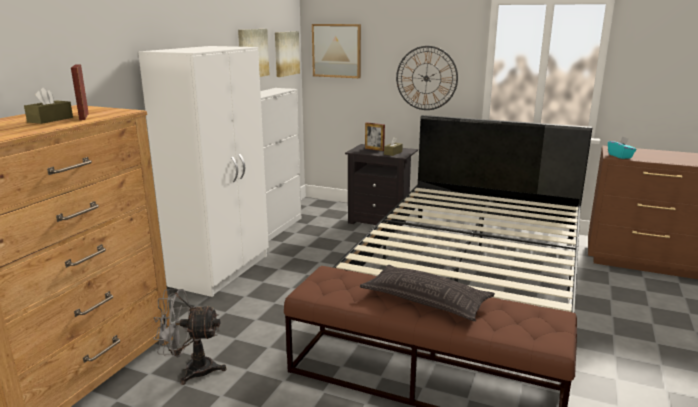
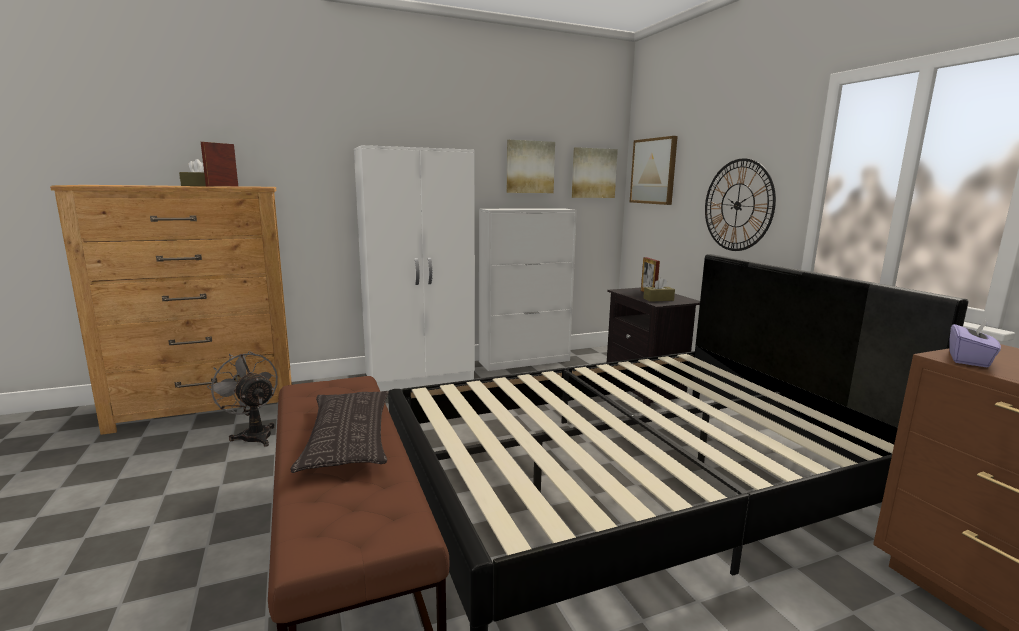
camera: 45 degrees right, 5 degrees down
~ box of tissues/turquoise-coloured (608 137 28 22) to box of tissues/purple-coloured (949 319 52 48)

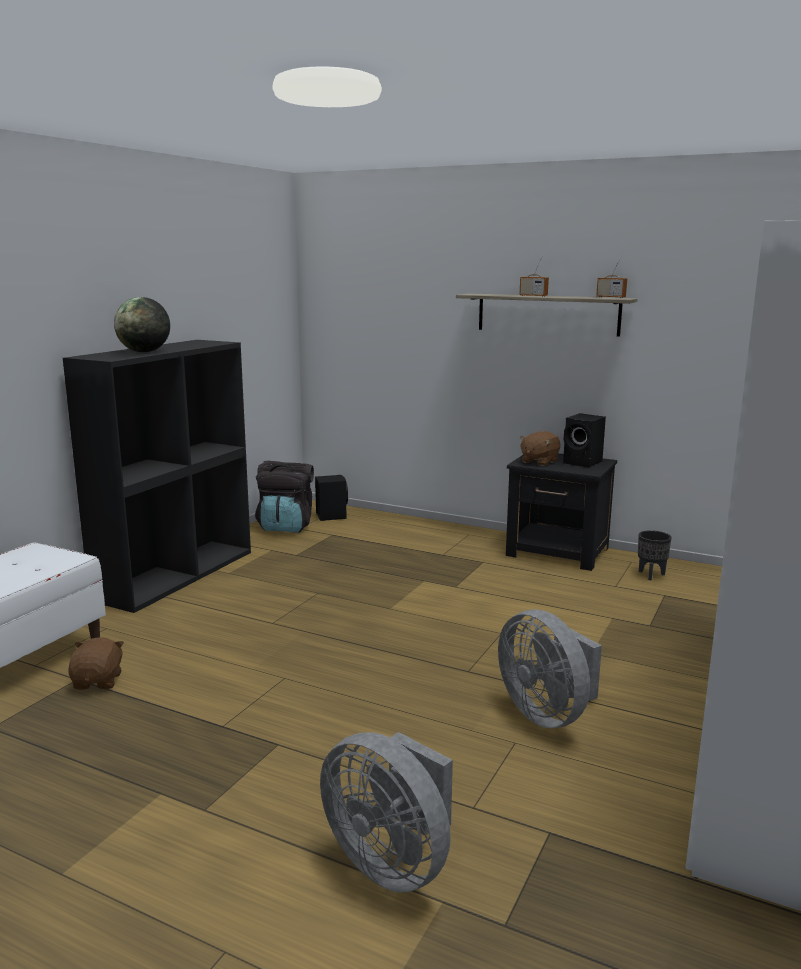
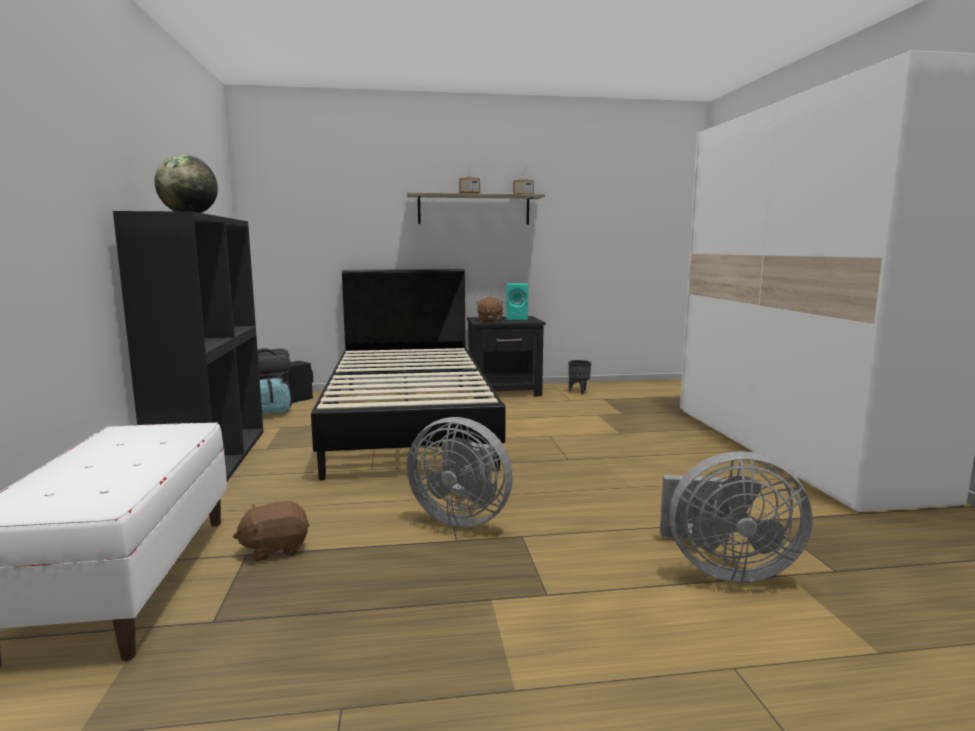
camera: 35 degrees left, 5 degrees down
~ audio speaker/black (563 413 43 54) to audio speaker/turquoise-coloured (506 283 22 37)
~ fan/gray (498 609 104 119) to (407 417 106 111)
~ plush toy/brownish (68 637 56 53) = (233 501 77 61) 75 degrees counterclockwise
+ sleeping bed/black (311 269 195 211)

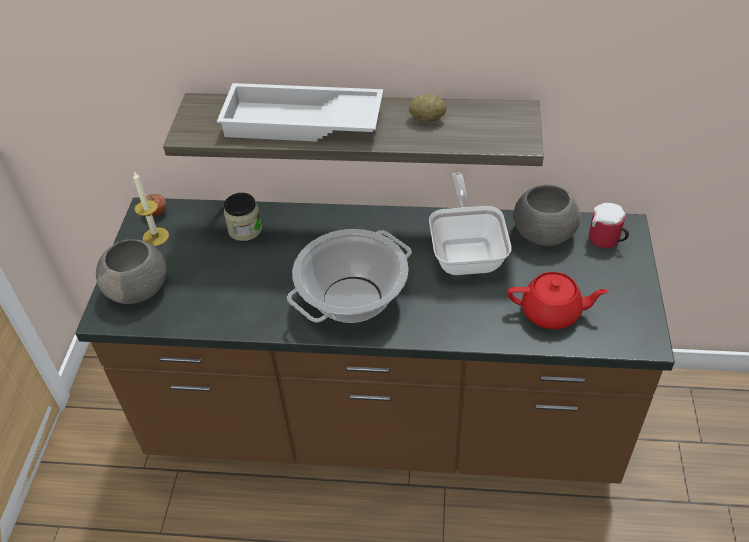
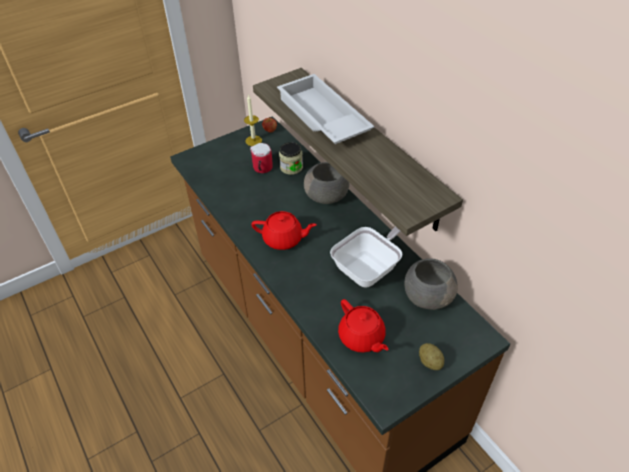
camera: 50 degrees right, 0 degrees up
~ whole potato (409 94 37 28) to (419 343 25 27)
~ coffee mug (589 203 40 45) to (250 143 23 30)
~ stockpot (287 229 125 94) to pot for tea/red (251 211 66 39)
~ deep dish/gray (96 239 71 65) to (304 162 45 42)

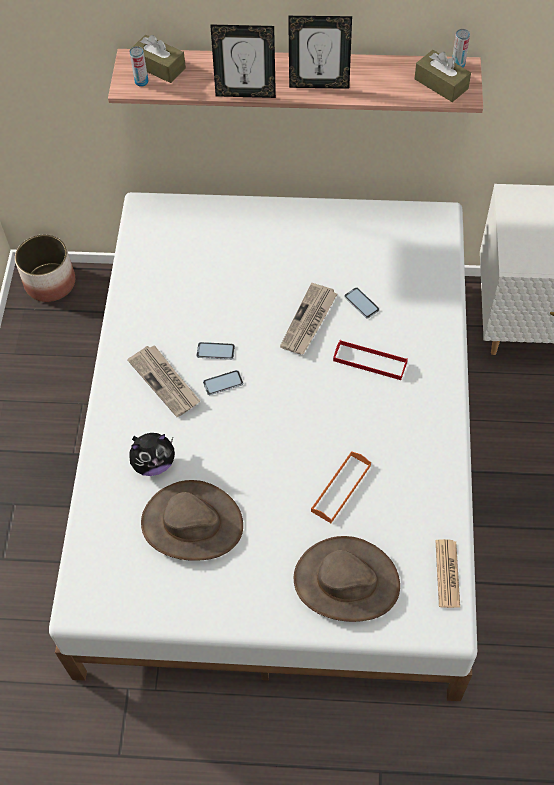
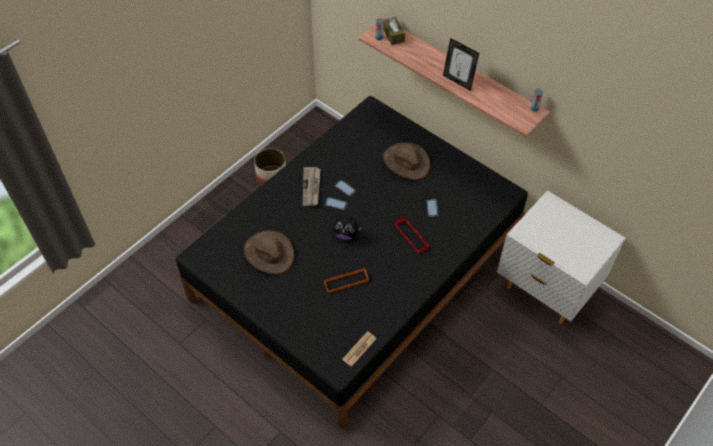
camera: 35 degrees right, 5 degrees down
- picture frame (210 24 66 74)
- box of tissues/brownish (414 50 57 52)
~ sleeping bed/white (49 192 428 509) to sleeping bed/black (176 96 352 334)
~ plant pot (15 235 60 67) to (254 148 32 38)
- printed paper (280 283 57 71)
~ plush toy (130 433 45 43) to (334 216 28 24)
~ hat/brownish (293 536 107 86) to (383 142 48 38)

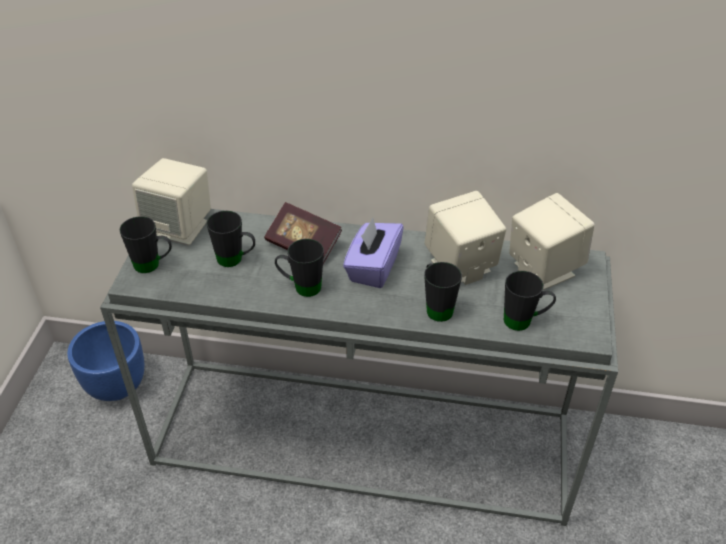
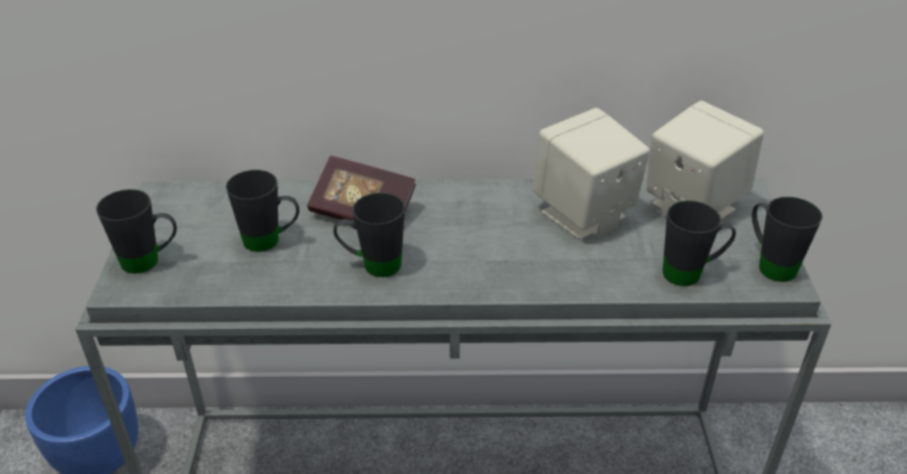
camera: 10 degrees left, 5 degrees down
- audio speaker/beige (132 158 79 88)
- box of tissues/purple-coloured (343 217 61 71)
~ coffee mug/black (424 262 38 60) to (752 197 70 85)

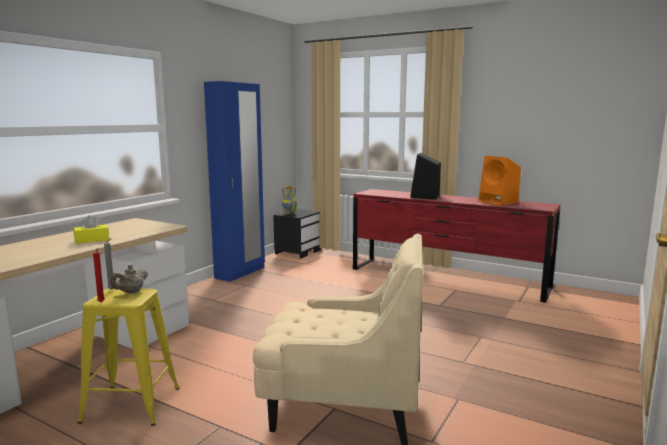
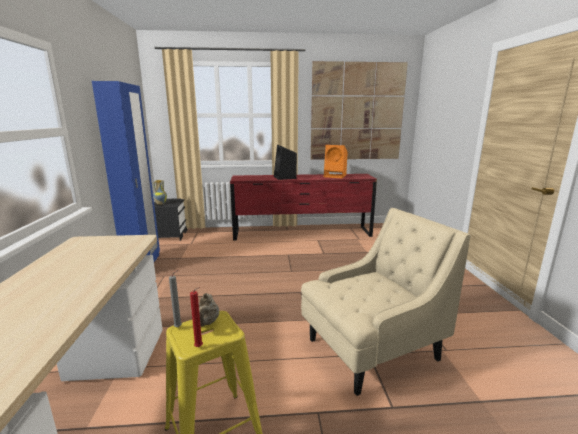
camera: 35 degrees left, 5 degrees up
- box of tissues/yellowish (73 215 36 29)
+ wall picture (311 61 97 99)

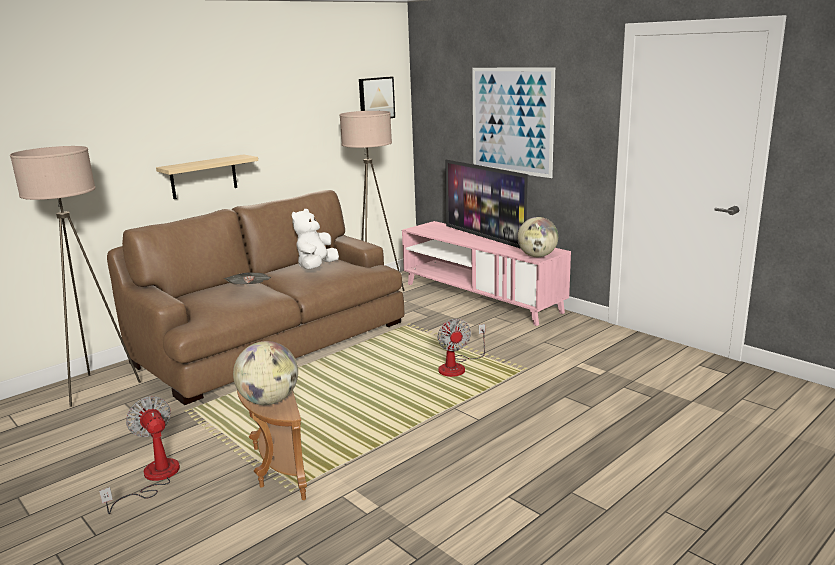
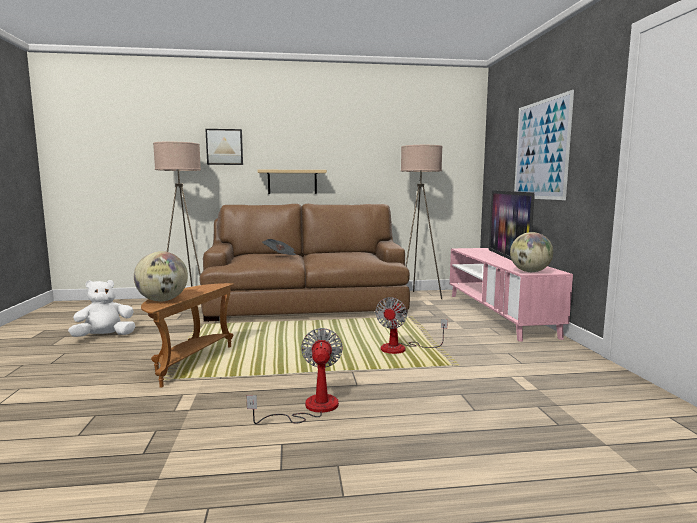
camera: 35 degrees right, 10 degrees down
~ wall picture (359 77 36 41) to (205 129 38 36)
~ plush toy/white (292 209 47 60) to (68 280 68 57)
~ fan (99 396 81 118) to (246 328 97 96)

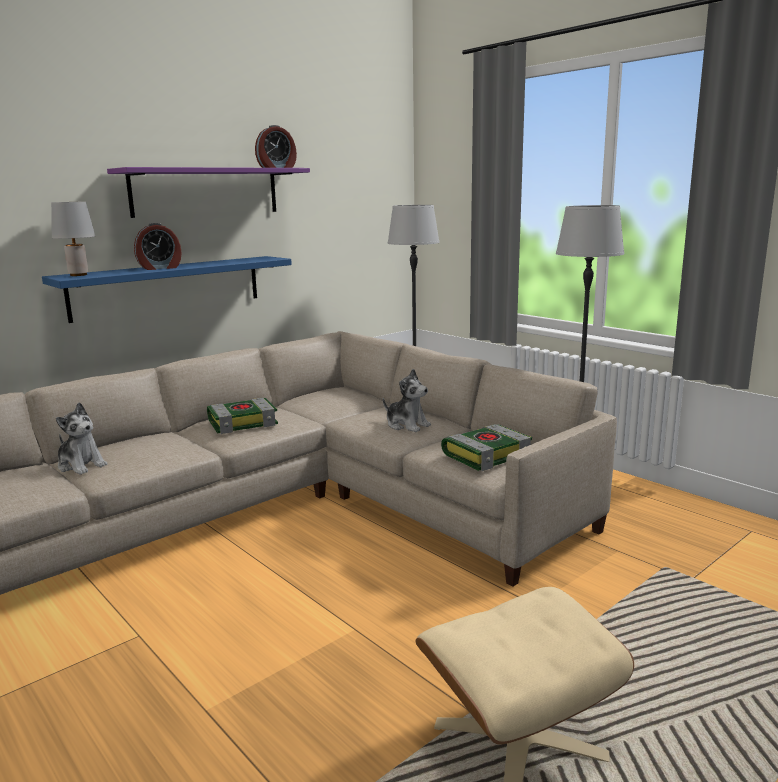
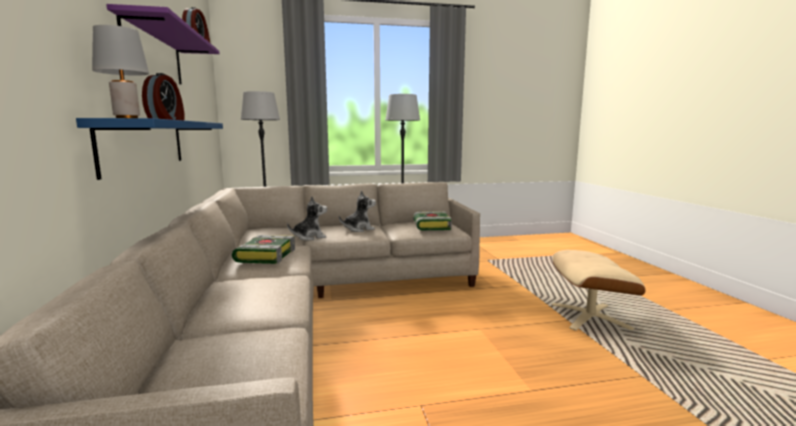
camera: 60 degrees left, 5 degrees down
~ plush toy (56 402 51 73) to (287 196 40 44)

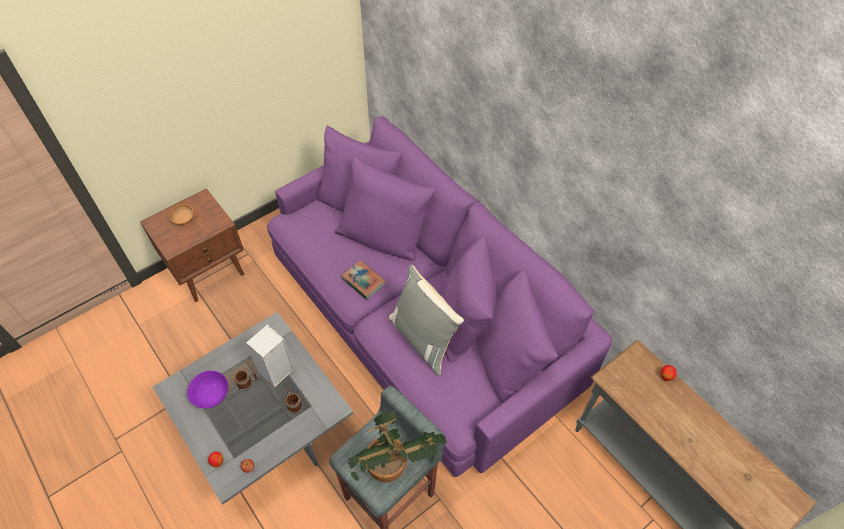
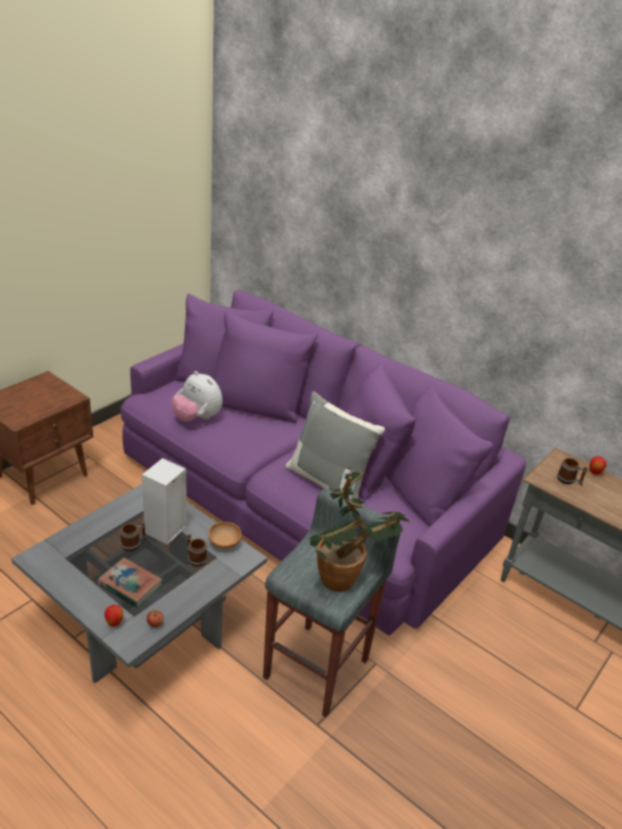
camera: 15 degrees left, 20 degrees down
~ deep dish/brownish (169 204 25 21) to (208 522 33 27)
~ book (341 260 45 39) to (98 557 64 51)
- deep dish/purple-coloured (187 371 42 37)
+ plush toy (171 371 52 51)
+ coffee mug (557 458 31 27)

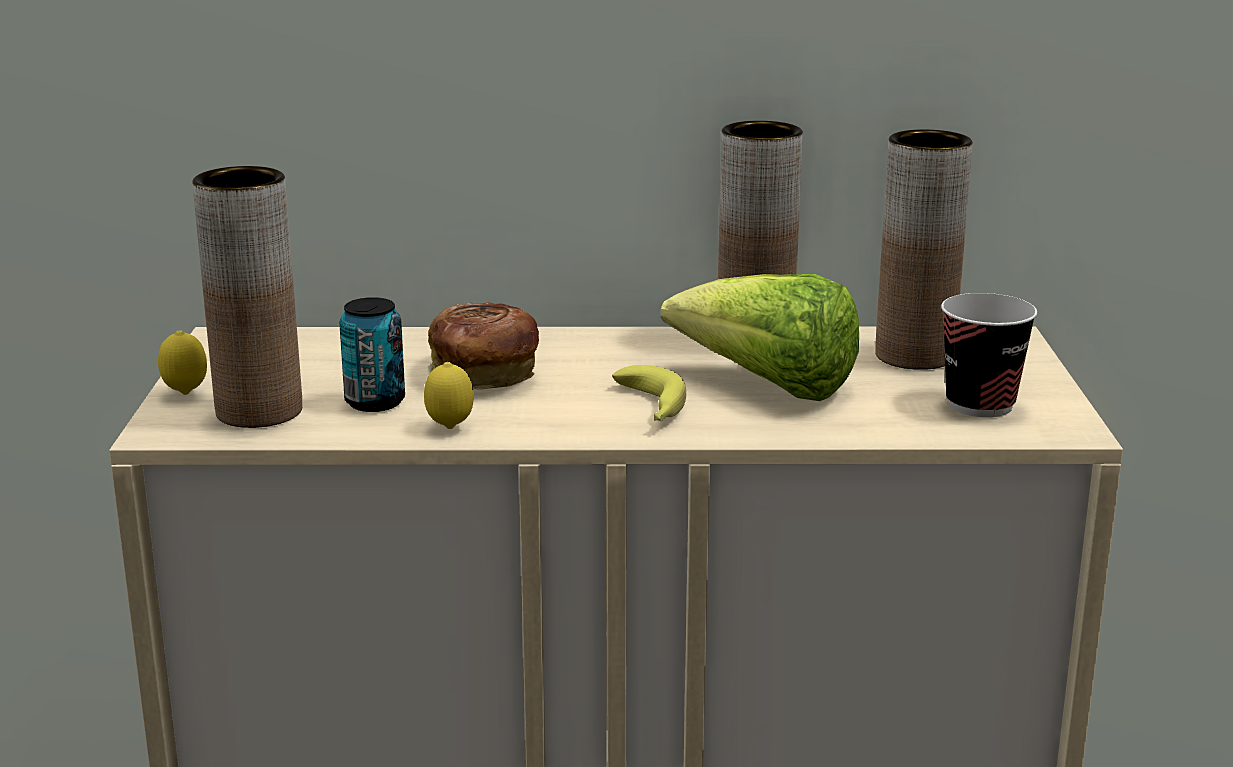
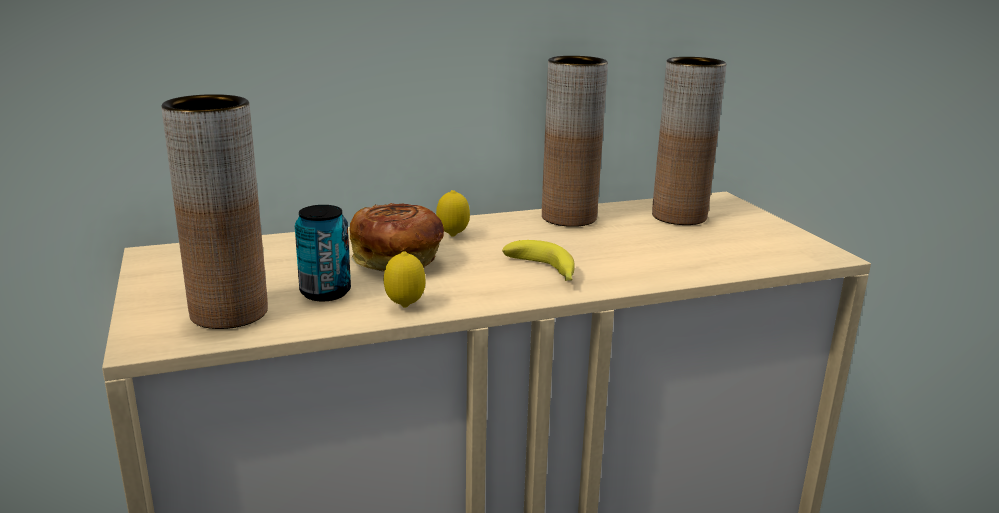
camera: 20 degrees left, 0 degrees up
- head of lettuce (661 274 198 127)
- cup (941 293 96 124)
~ lemon (158 330 49 65) to (436 190 34 47)

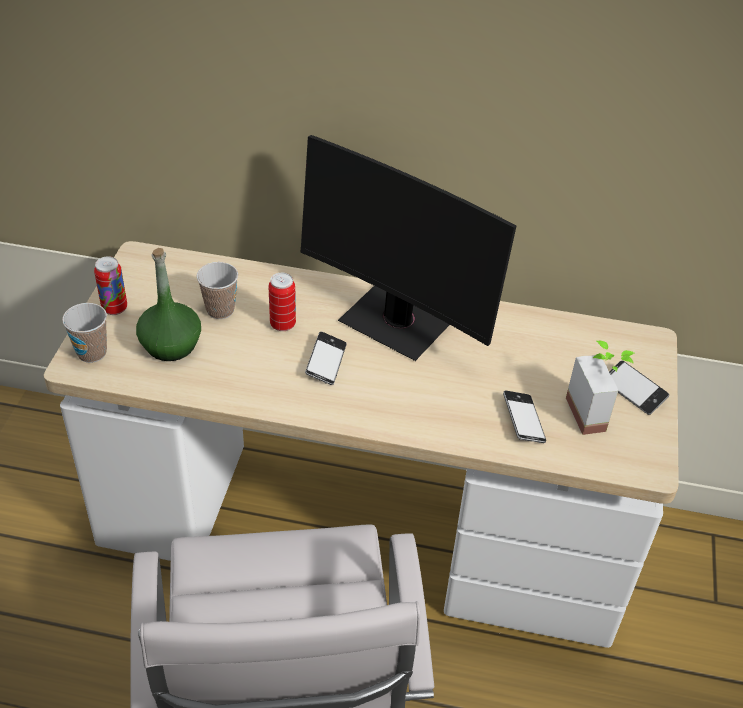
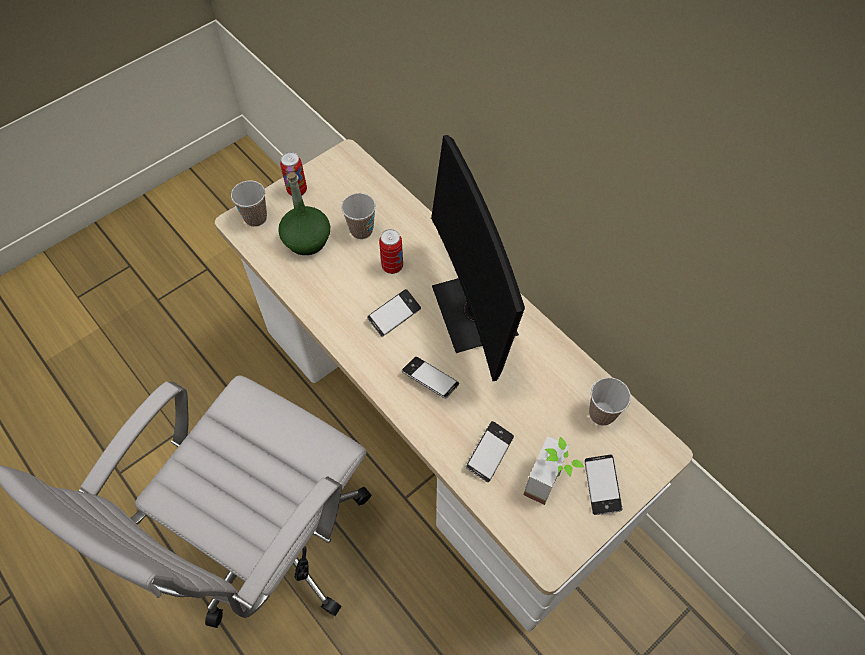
camera: 40 degrees right, 15 degrees up
+ handset (402 357 57 41)
+ cup (589 377 42 49)

